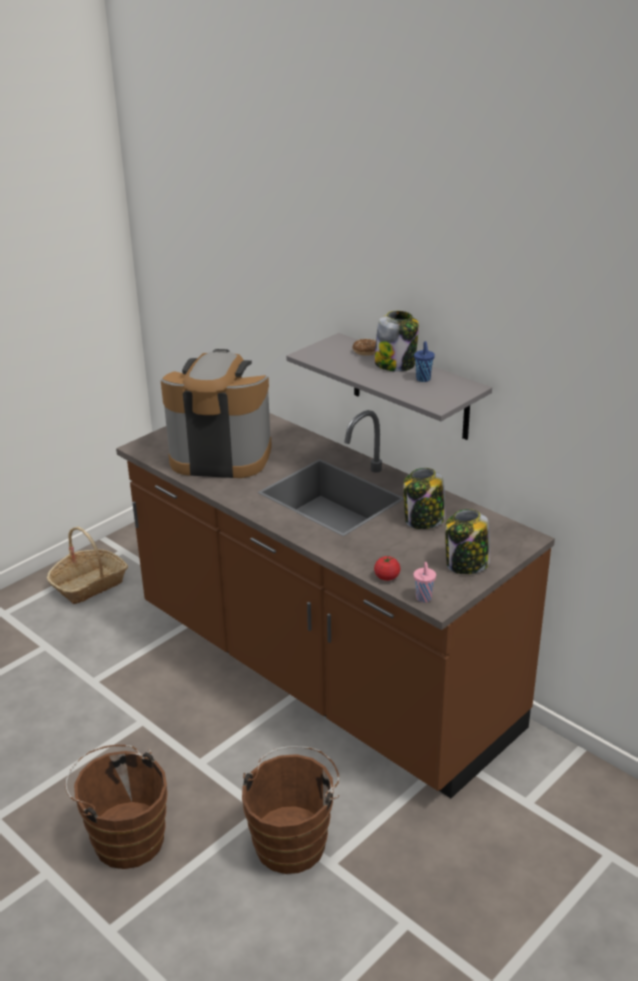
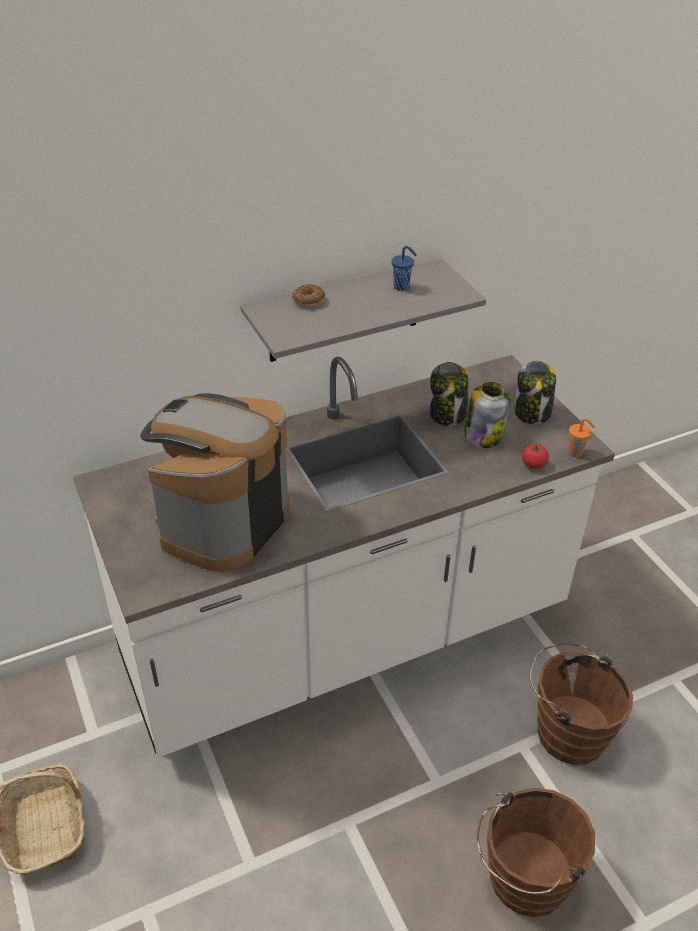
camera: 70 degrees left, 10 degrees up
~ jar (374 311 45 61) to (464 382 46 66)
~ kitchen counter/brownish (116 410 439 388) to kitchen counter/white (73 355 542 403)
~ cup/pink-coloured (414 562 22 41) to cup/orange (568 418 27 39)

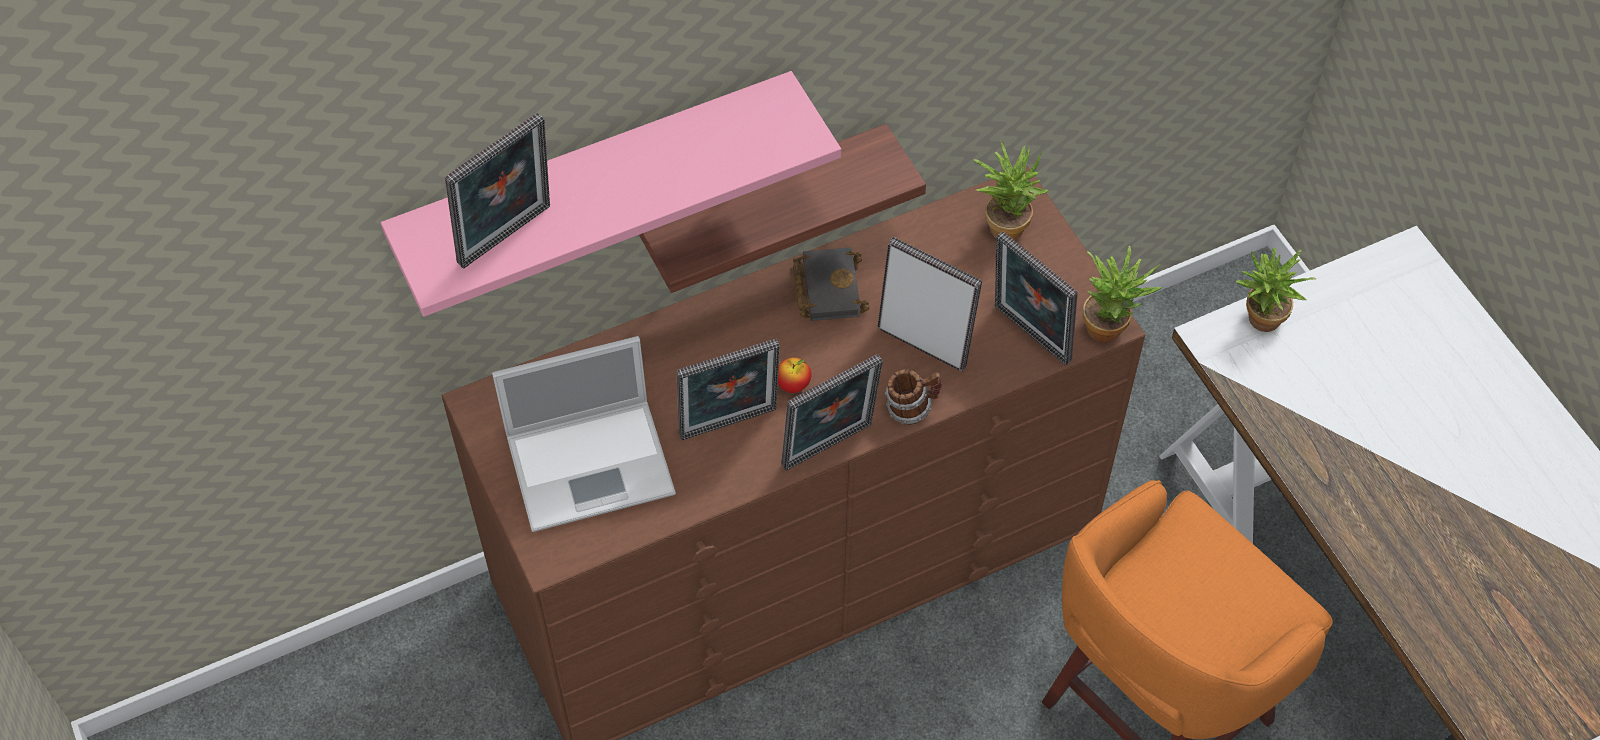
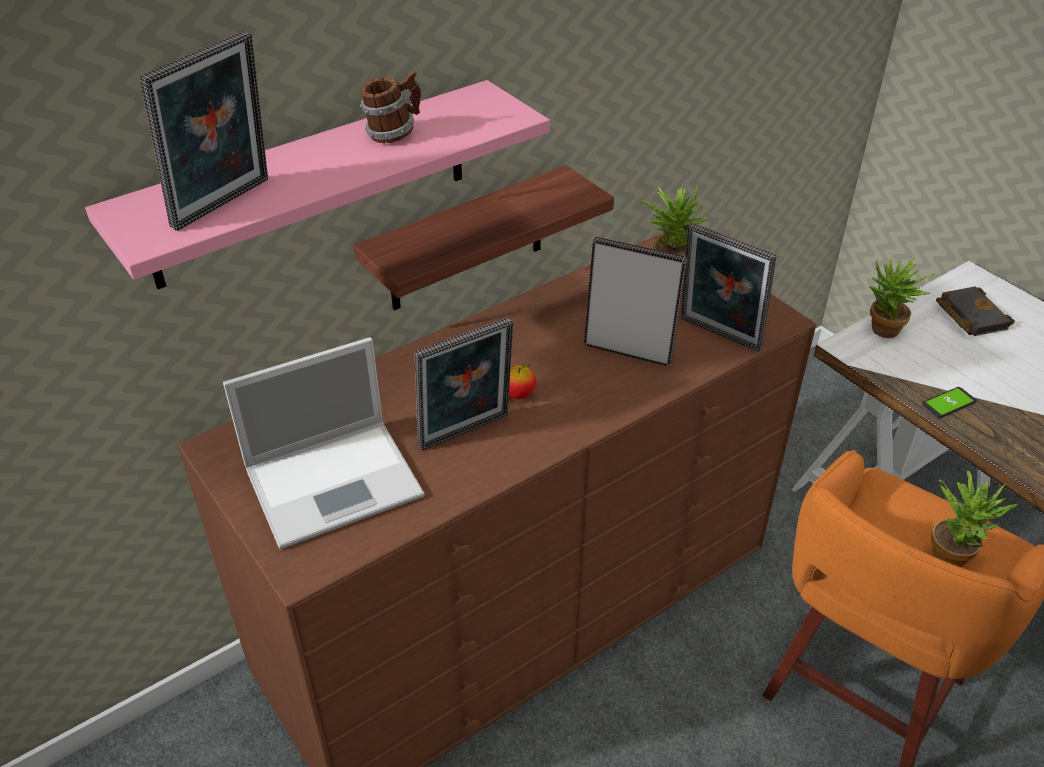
camera: 10 degrees left, 15 degrees down
~ plant in a pot (1083 245 80 98) to (931 471 87 96)
~ book/black (793 247 76 74) to (936 286 79 50)
- picture frame (781 354 102 117)
~ coffee mug (885 369 57 56) to (360 70 61 73)
+ handset (922 387 54 31)

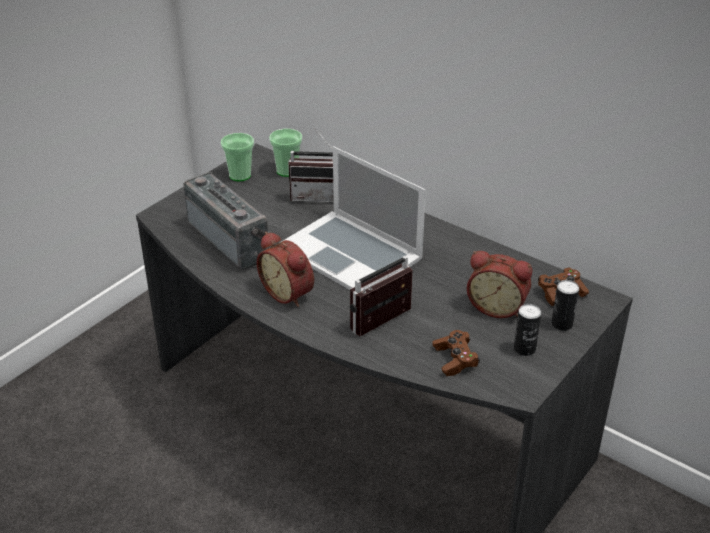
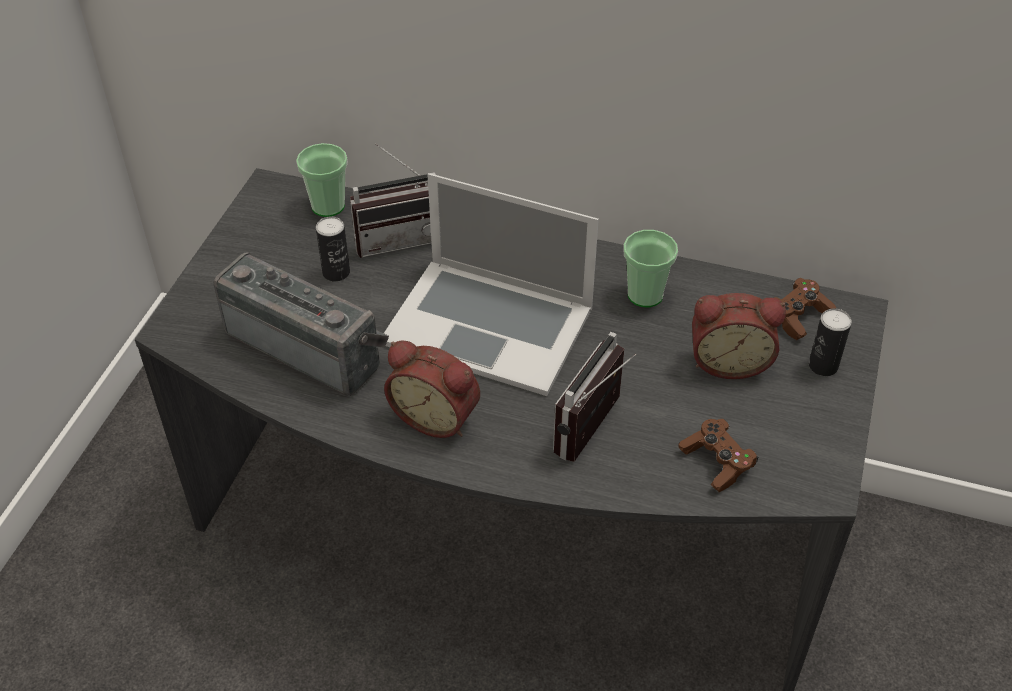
camera: 20 degrees left, 10 degrees up
~ cup (221 133 33 48) to (623 230 55 77)
~ metal can (514 304 27 52) to (316 216 34 66)

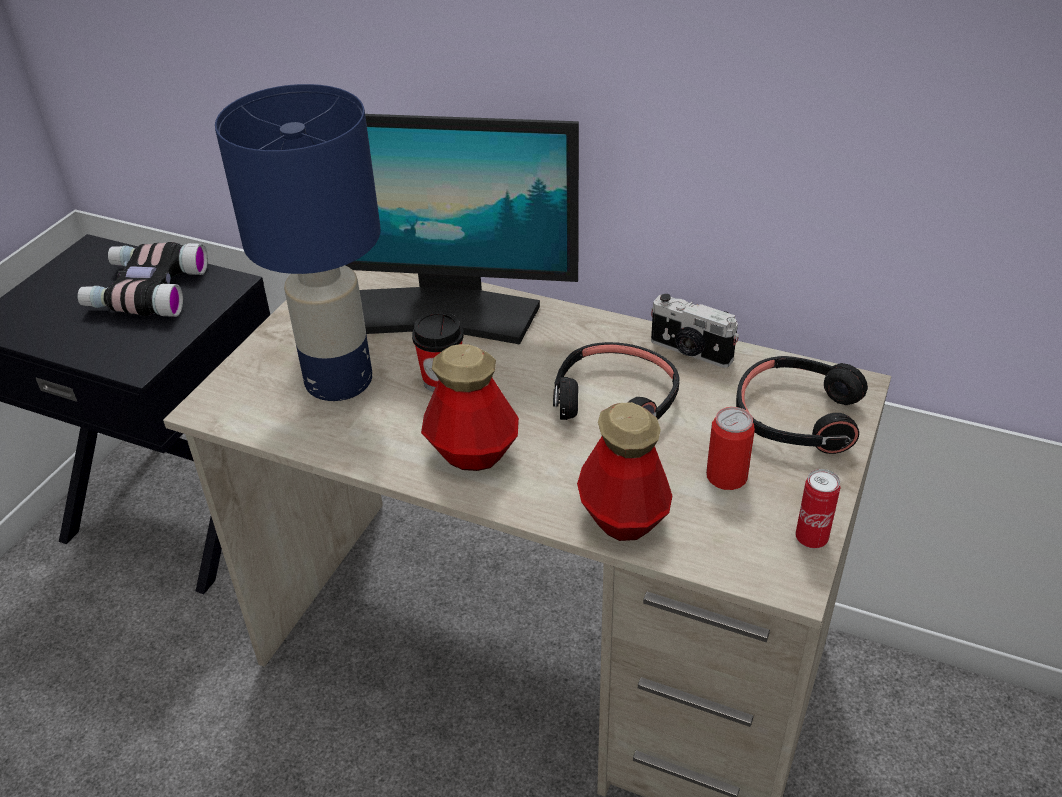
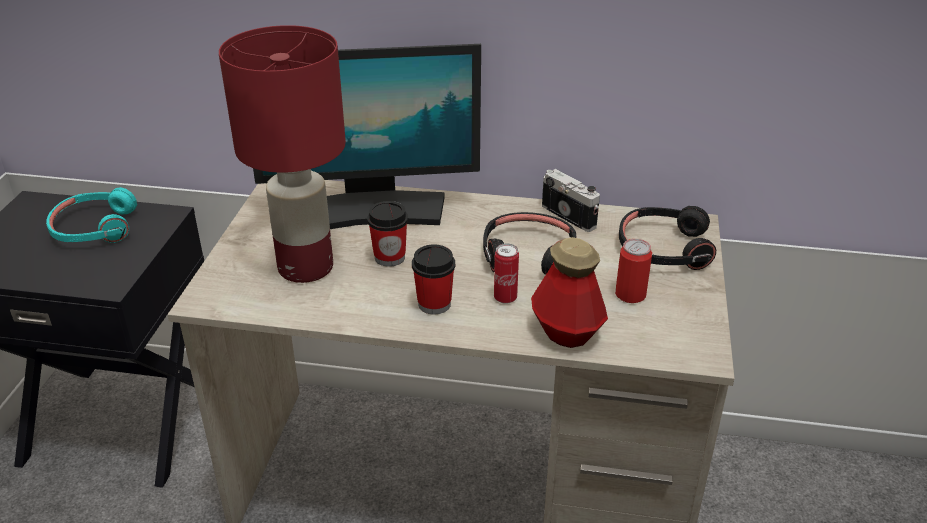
camera: 15 degrees left, 5 degrees down
~ table lamp/bluish (215 84 165 317) to table lamp/red (219 25 127 258)
~ field glasses (78 242 130 75) to pair of headphones/turquoise-coloured (46 187 91 56)
~ photo camera (651 294 88 74) = (542 169 58 63) 150 degrees counterclockwise
~ drink bottle (421 344 98 127) to cup (412 245 43 69)
~ metal can (795 469 45 80) to (494 243 25 61)

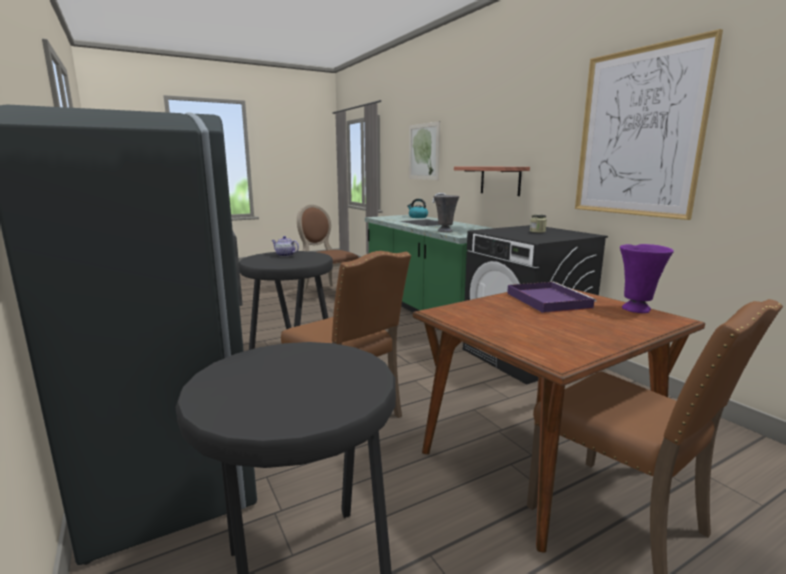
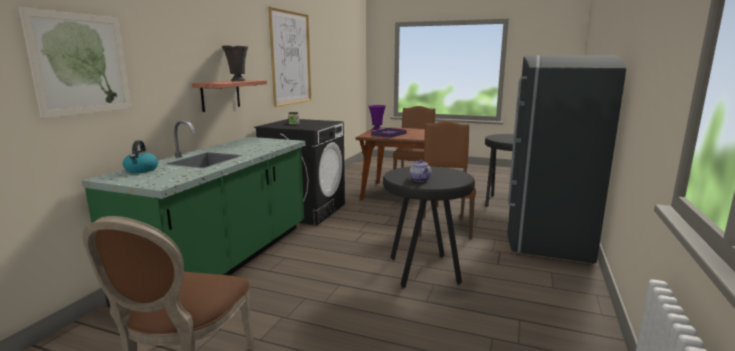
camera: 130 degrees left, 0 degrees up
~ flower vase/gray (434 195 25 37) to (222 46 26 35)

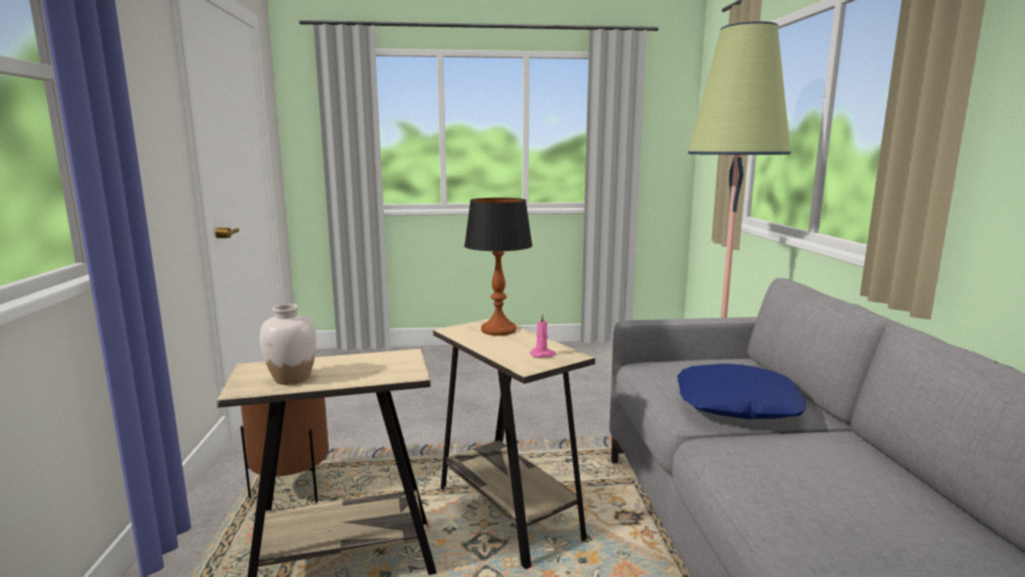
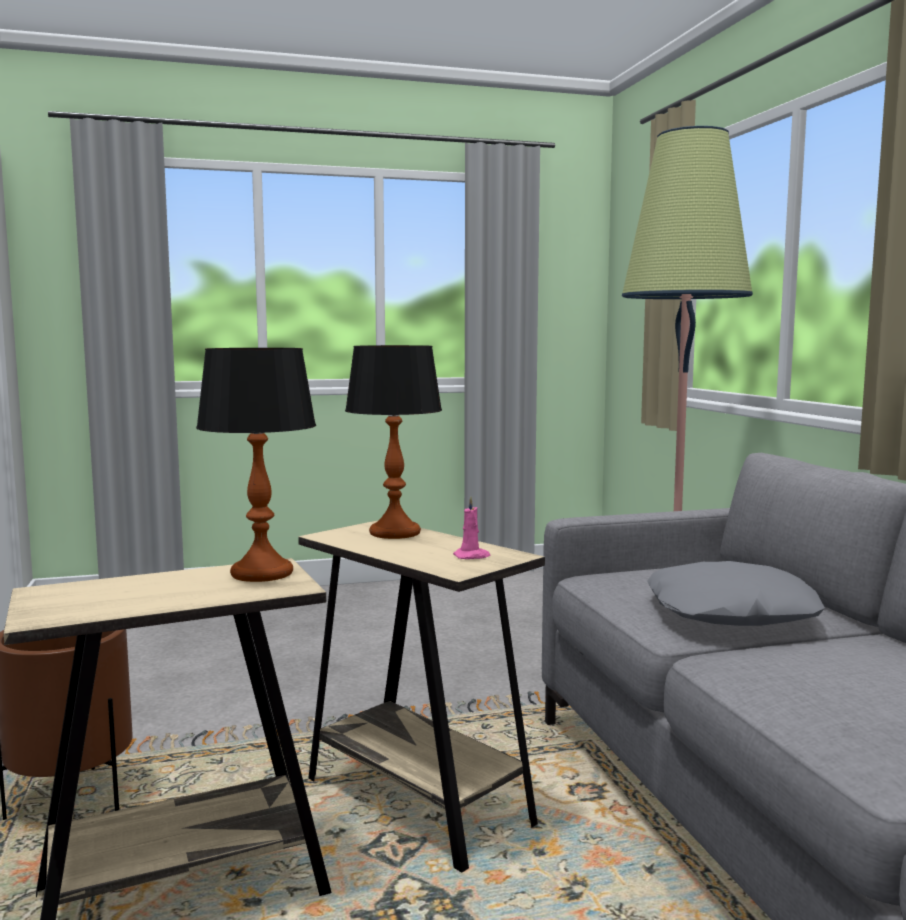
camera: 10 degrees left, 5 degrees down
- flower vase/white (260 304 56 81)
~ throw pillow/bluish (677 364 129 55) to throw pillow/gray (647 561 178 65)
+ table lamp (196 348 120 234)

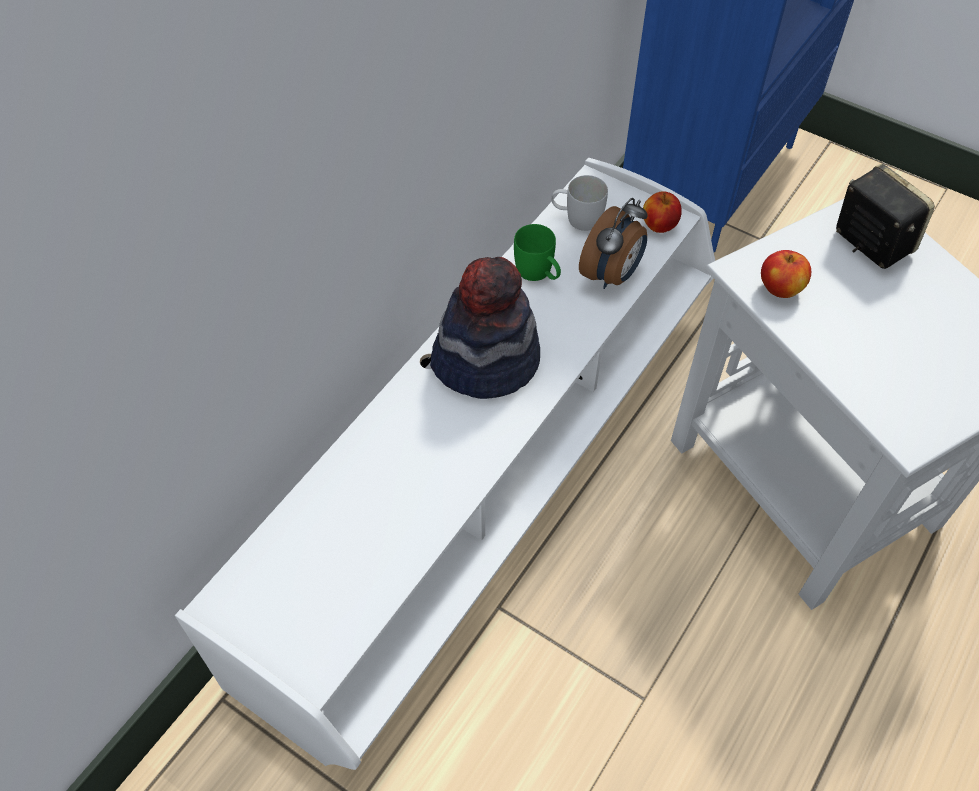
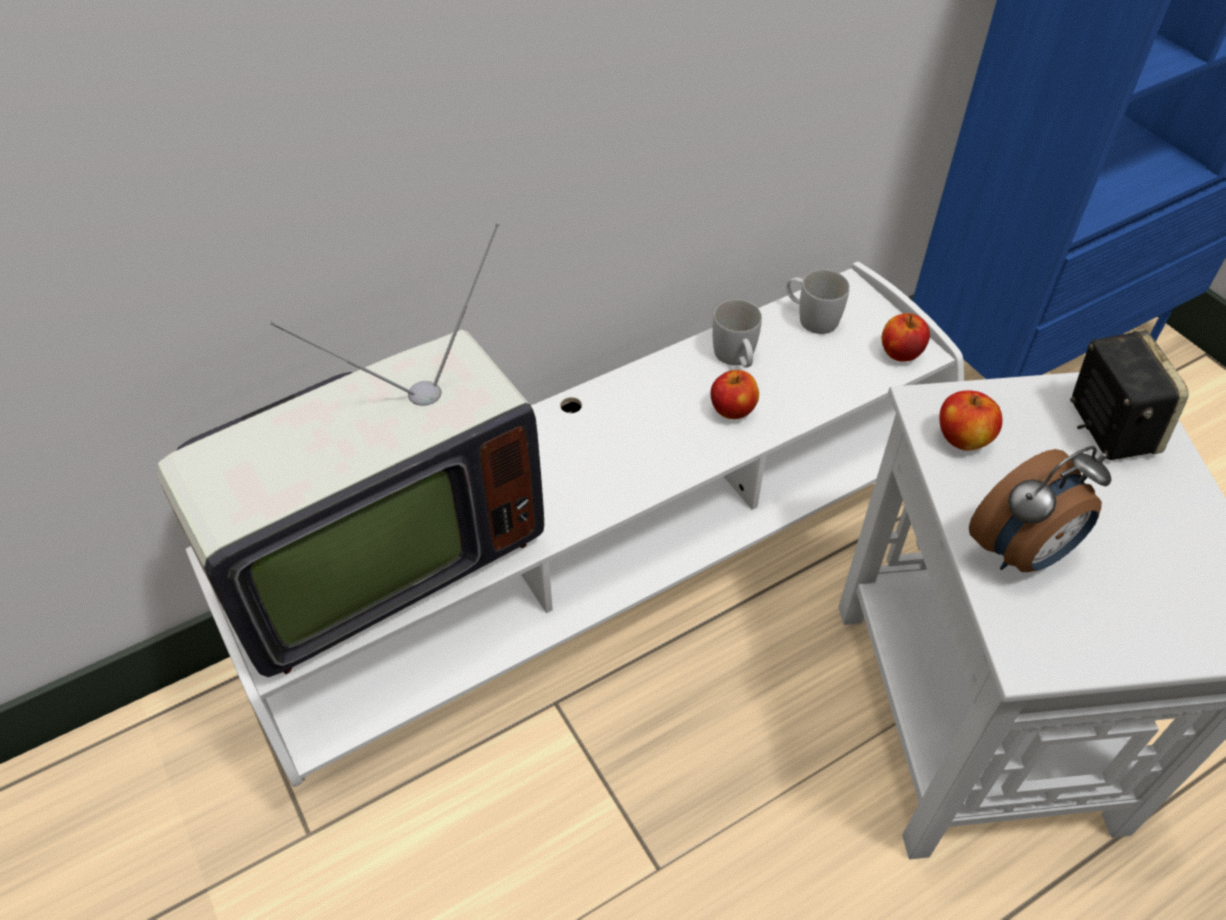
camera: 25 degrees right, 5 degrees down
~ bedside clock (579 198 69 91) to (969 446 143 126)
~ coffee mug/greenish (514 224 47 57) to coffee mug/white (712 299 50 69)
- hat (430 257 110 142)
+ TV (156 222 388 455)
+ apple fruit (711 370 48 49)

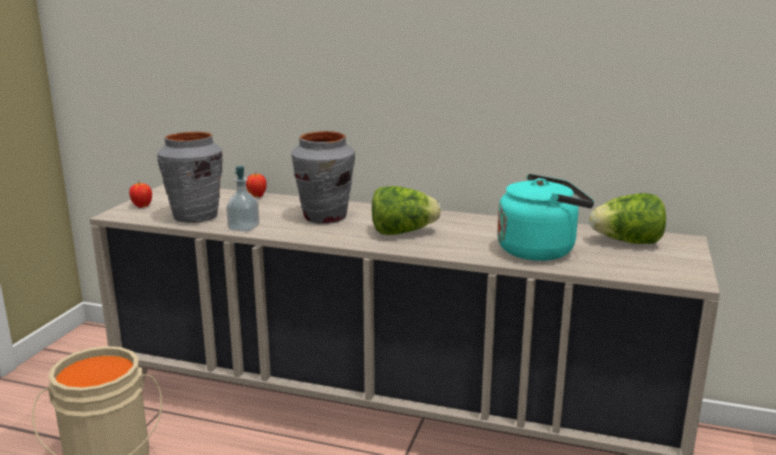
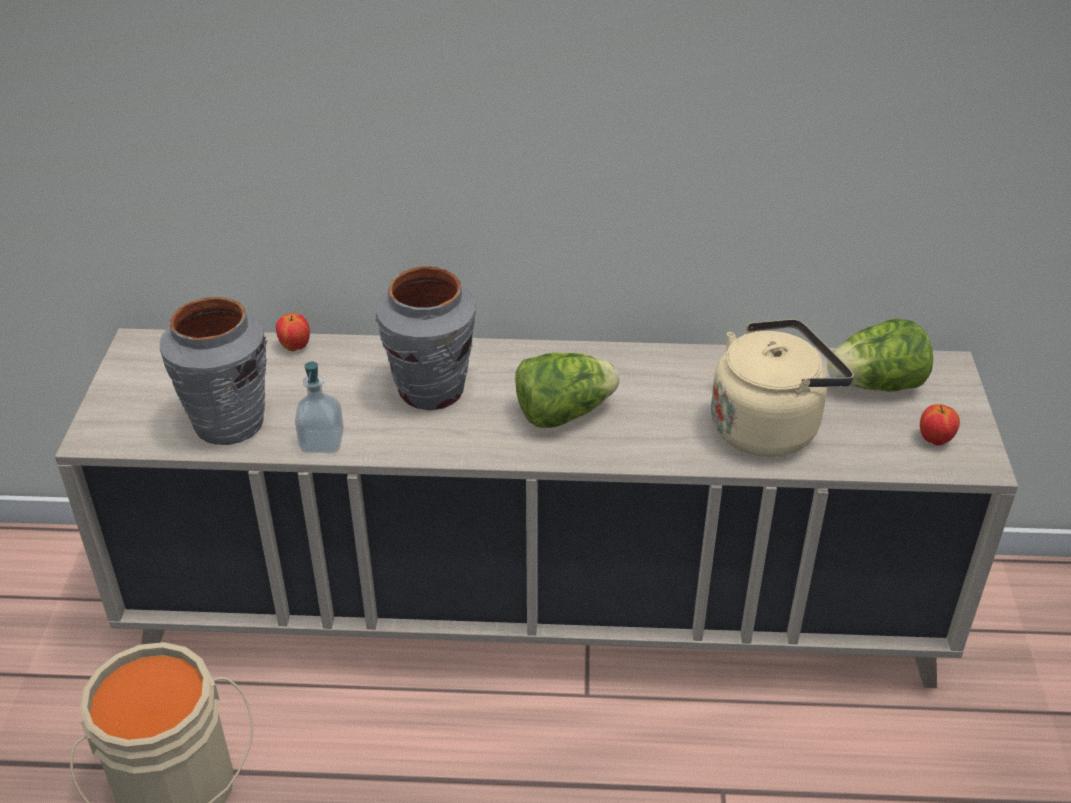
camera: 15 degrees left, 20 degrees up
~ water kettle/turquoise-coloured (497 174 97 87) to water kettle/beige (711 319 143 138)
~ apple fruit (129 181 23 27) to (920 404 40 42)

